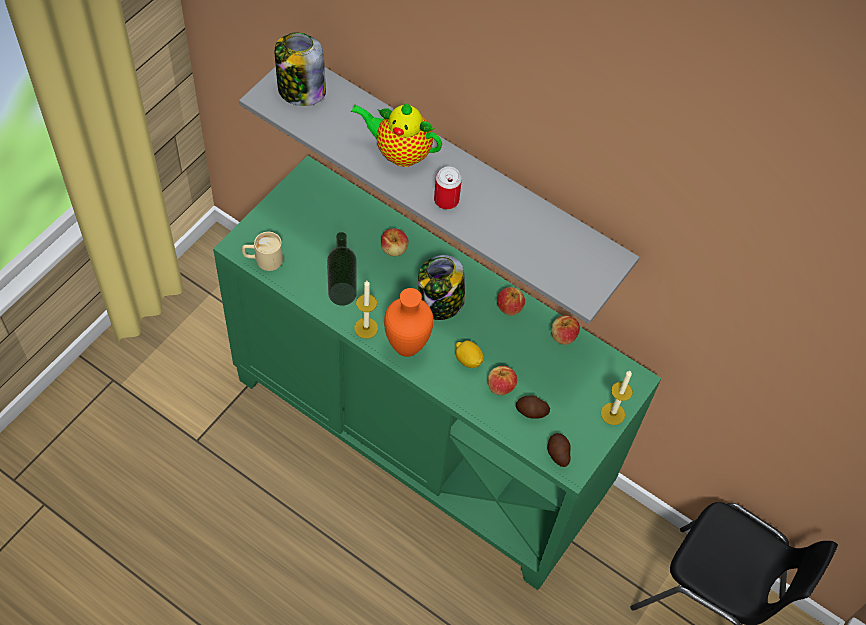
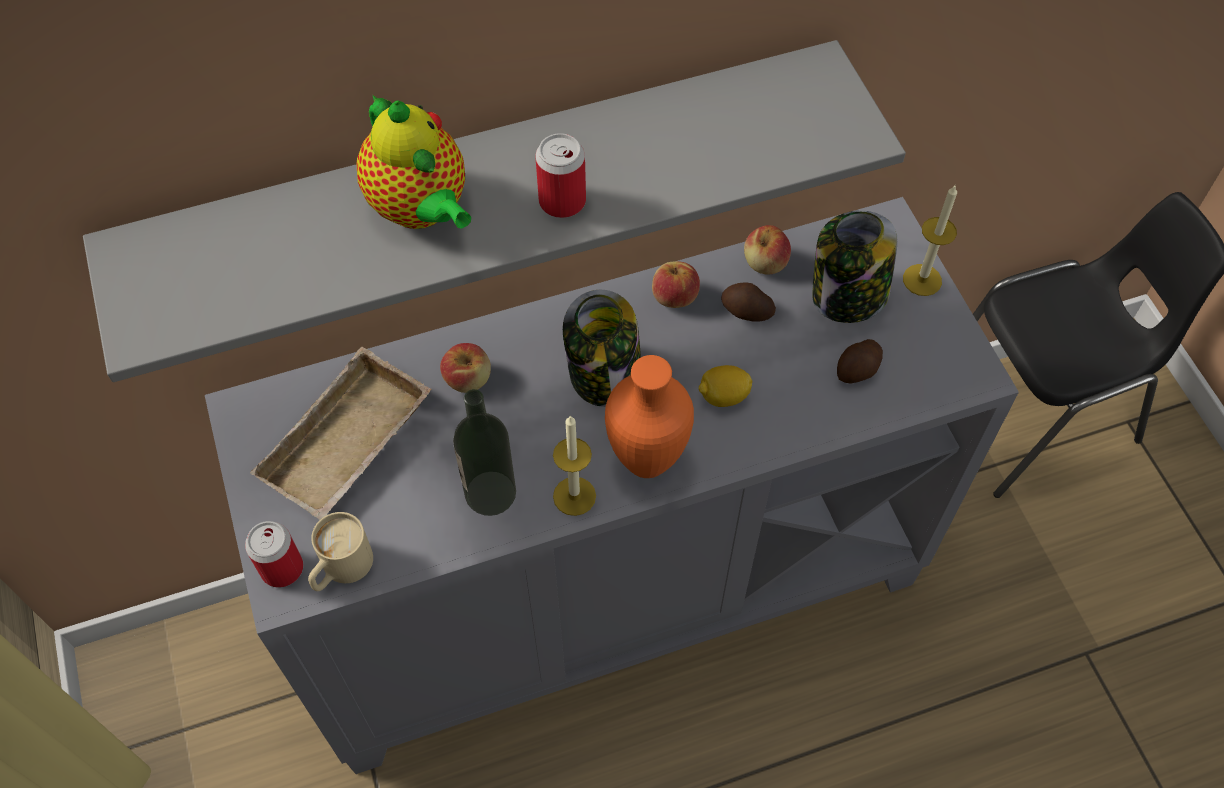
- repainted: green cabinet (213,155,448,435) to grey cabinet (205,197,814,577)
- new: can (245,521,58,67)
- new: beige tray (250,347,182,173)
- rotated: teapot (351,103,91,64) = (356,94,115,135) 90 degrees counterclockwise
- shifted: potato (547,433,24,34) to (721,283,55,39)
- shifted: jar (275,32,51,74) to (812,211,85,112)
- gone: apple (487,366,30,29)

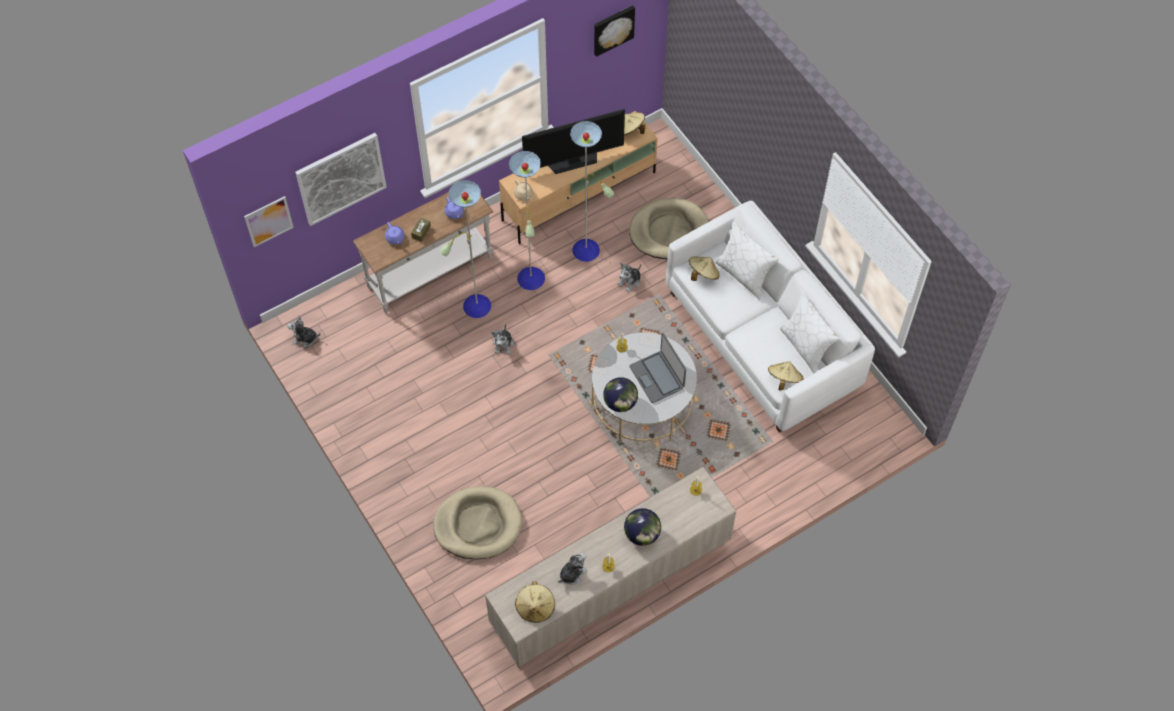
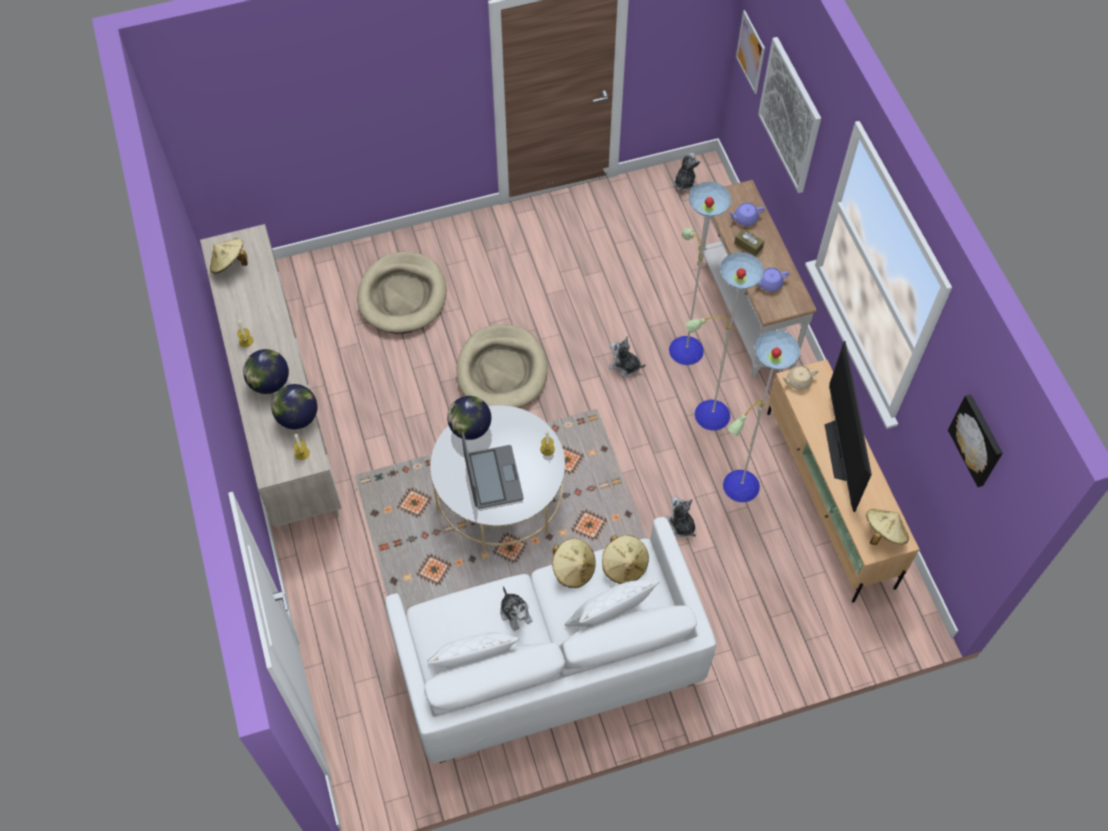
- new: globe (271,384,47,45)
- shifted: beige dog bed (629,198,80,61) to (456,325,92,83)
- rotated: laptop (629,333,57,70) = (461,431,63,78) 90 degrees clockwise
- shifted: plush toy (558,553,29,32) to (500,586,33,45)
- shifted: beige hat (768,361,35,30) to (552,538,44,50)

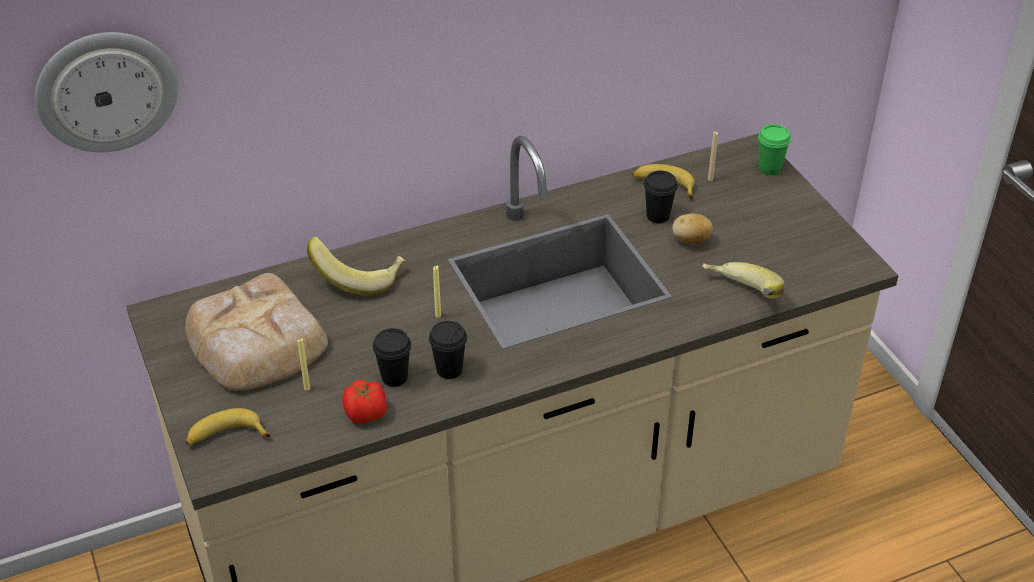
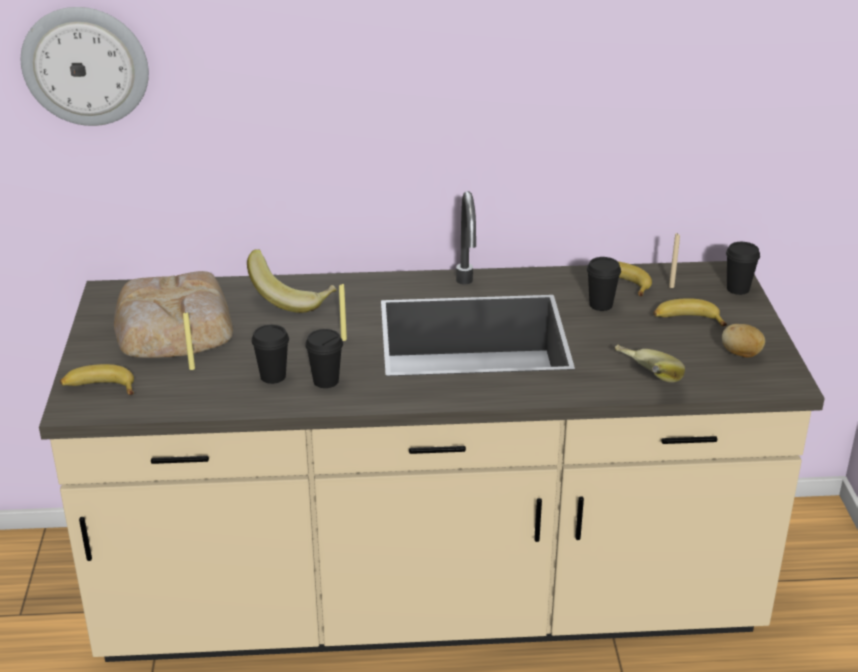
- new: banana (653,298,74,28)
- shifted: potato (672,213,41,31) to (722,324,43,33)
- repainted: green cup (758,124,33,51) to black cup (726,242,34,53)
- gone: tomato (342,379,45,44)

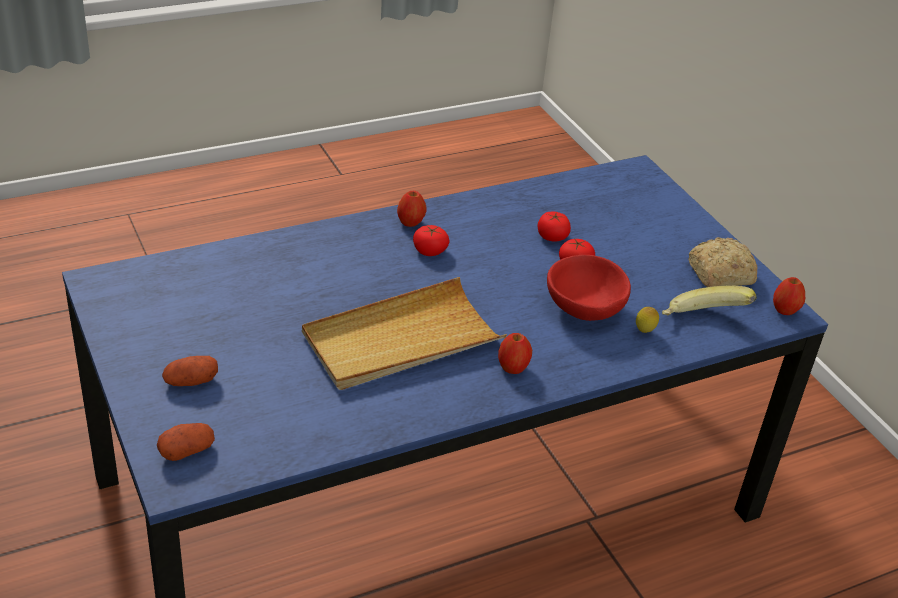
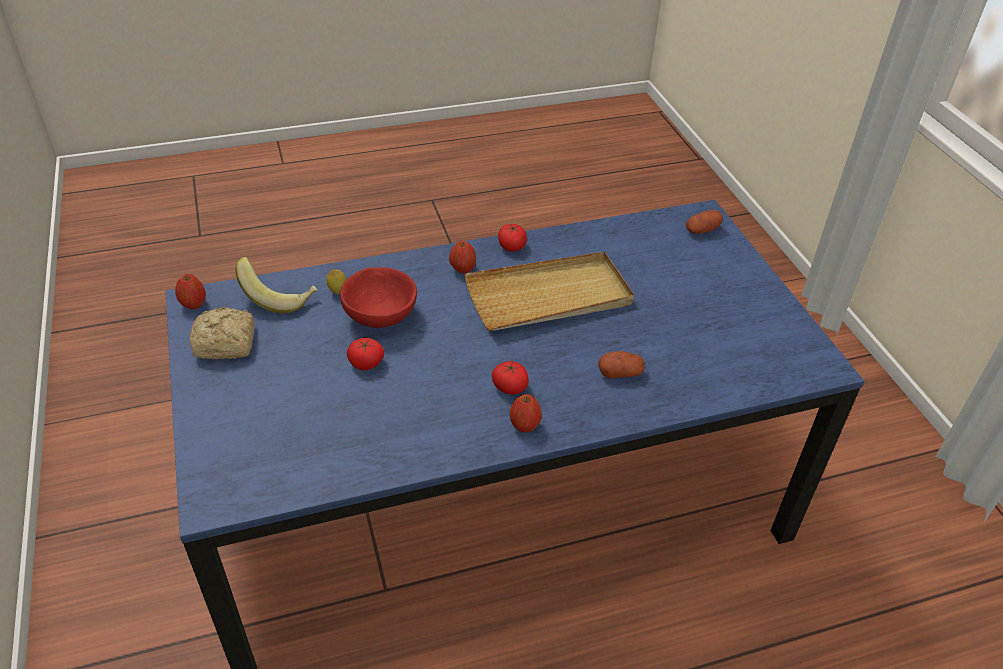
- shifted: tomato (538,211,33,30) to (498,224,29,28)
- shifted: potato (162,356,56,30) to (598,351,47,27)

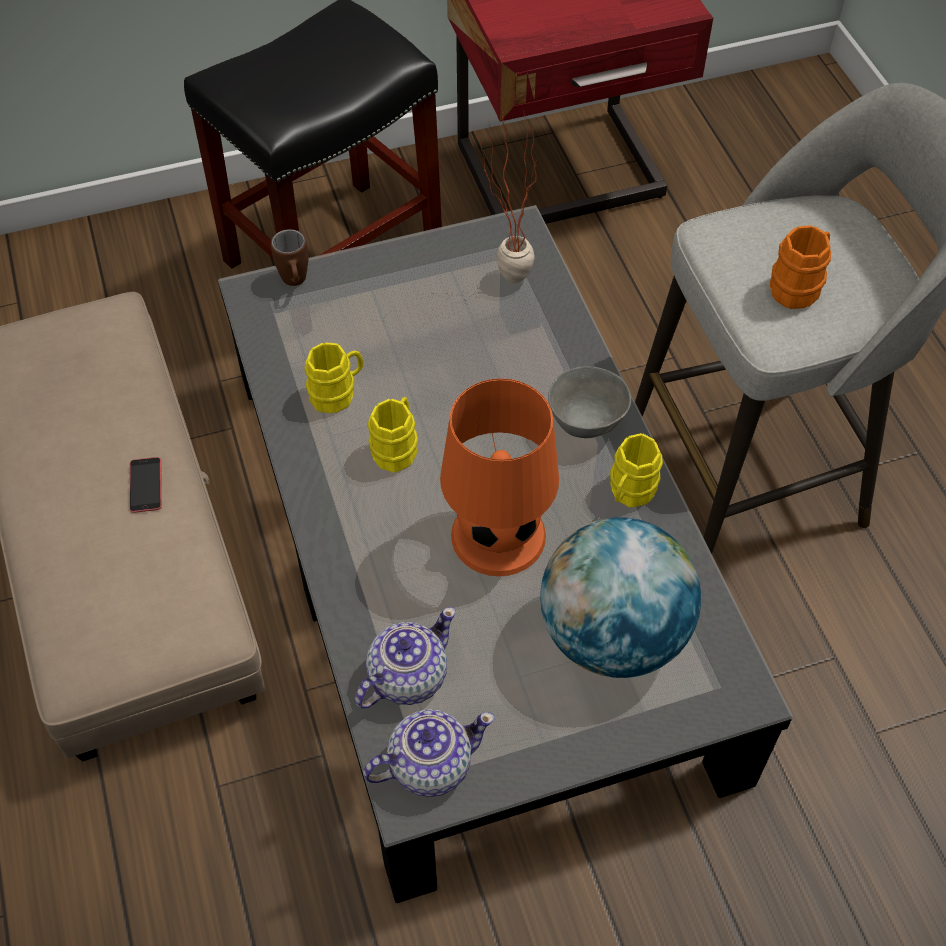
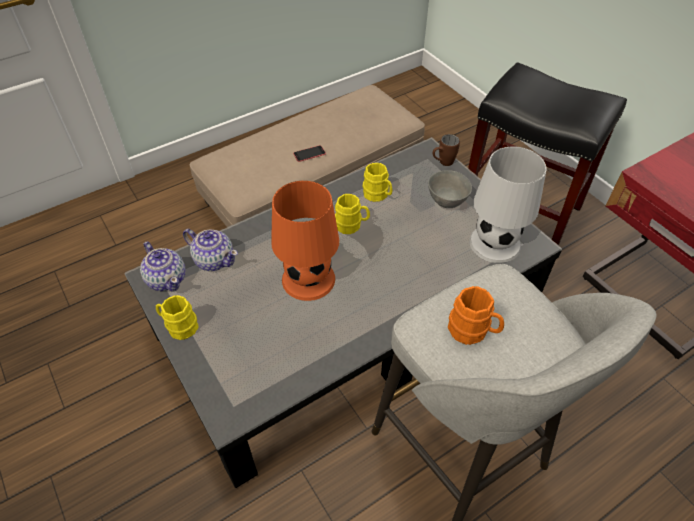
- shifted: yellow mug (610,433,53,75) to (156,295,43,45)
- shifted: grey bowl (548,366,83,72) to (428,170,44,38)
- swapped: potted plant (473,95,66,188) to white table lamp (469,146,77,117)
- gone: globe (540,517,161,161)

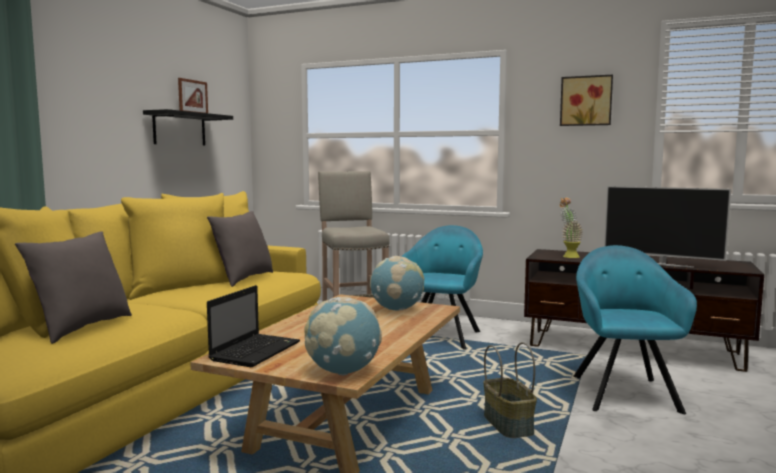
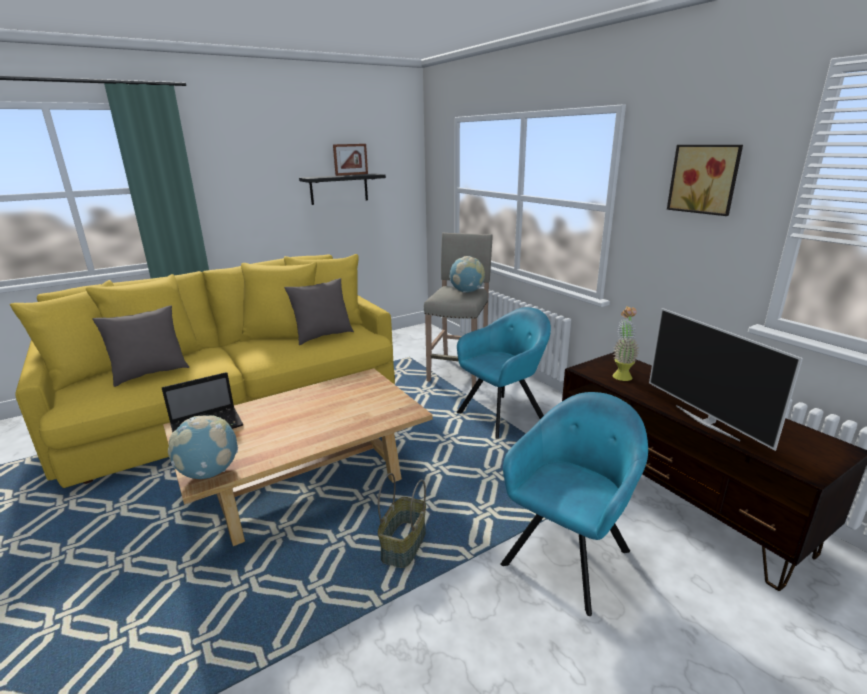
- shifted: globe (370,256,54,54) to (449,256,36,37)

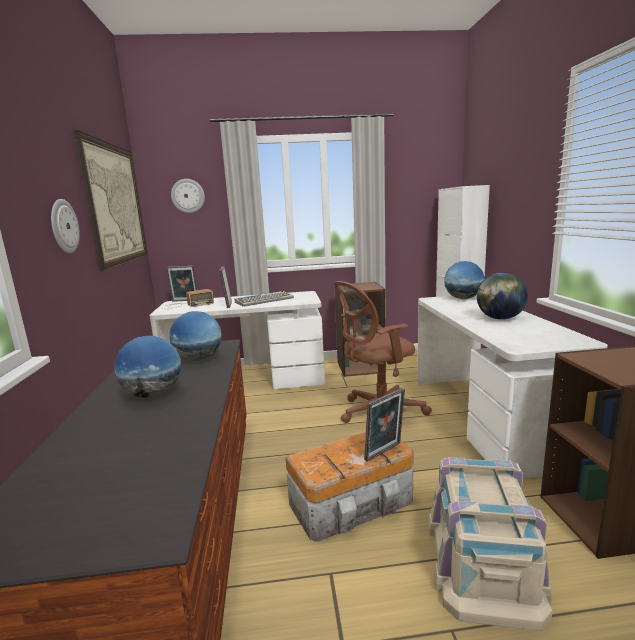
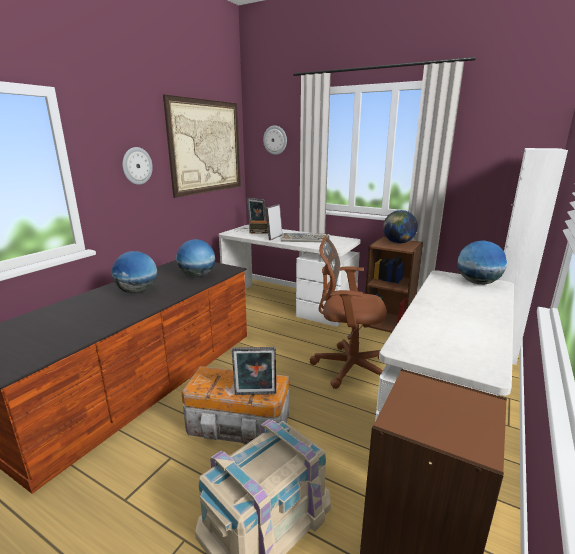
- shifted: globe (477,273,51,47) to (383,210,35,34)

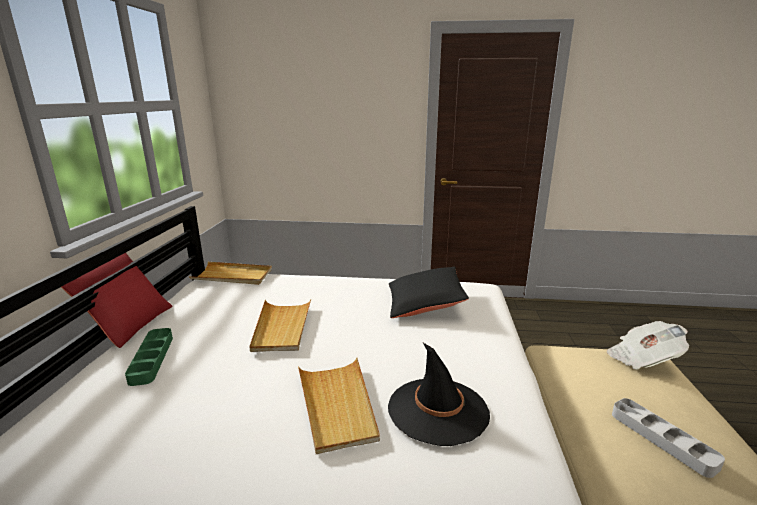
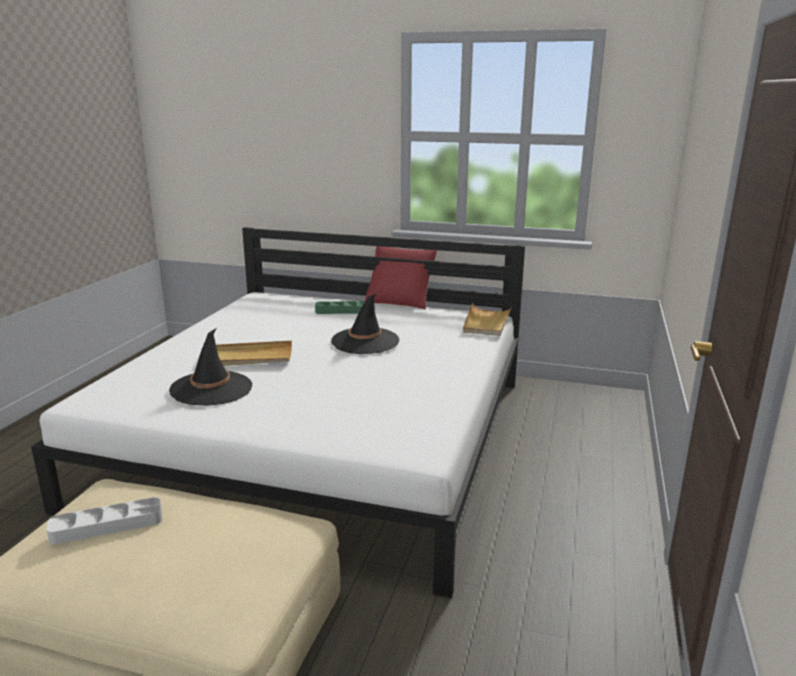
- swapped: beige tray (249,300,62,52) to black hat (331,294,68,60)
- gone: black pillow (389,267,80,51)
- gone: newspaper (607,321,82,49)

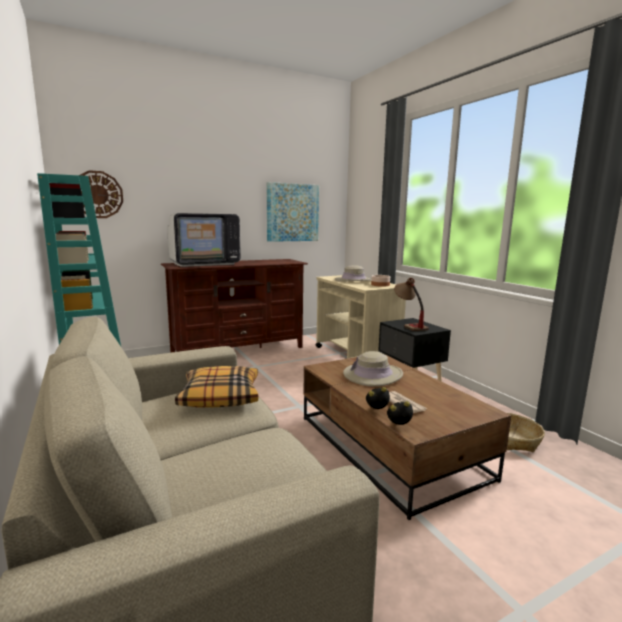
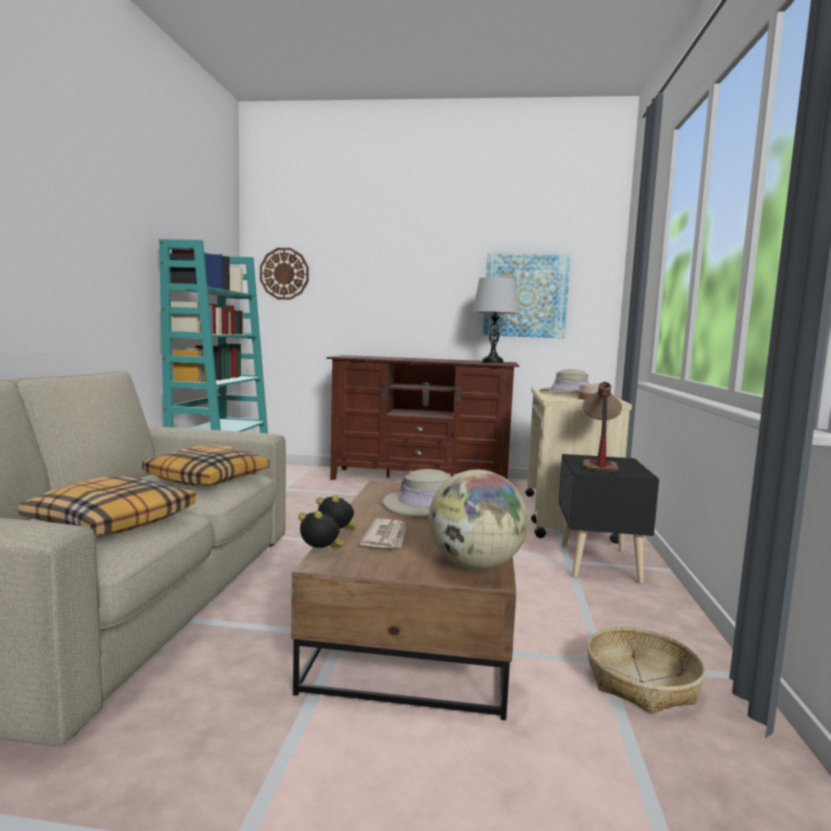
- new: pillow (18,476,178,59)
- new: globe (429,470,99,100)
- new: grey table lamp (472,277,46,86)
- gone: television (167,213,74,54)

